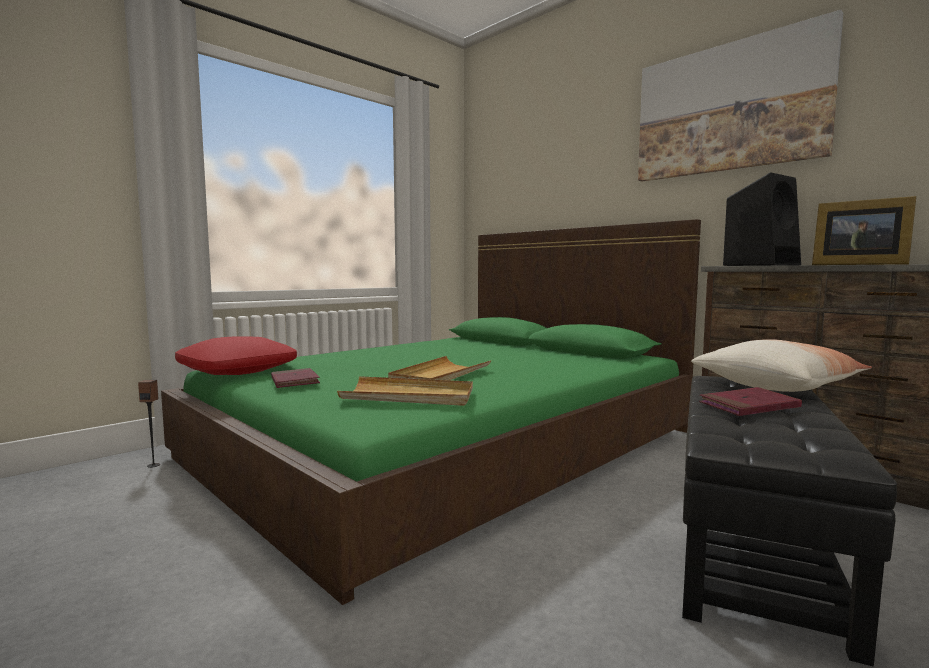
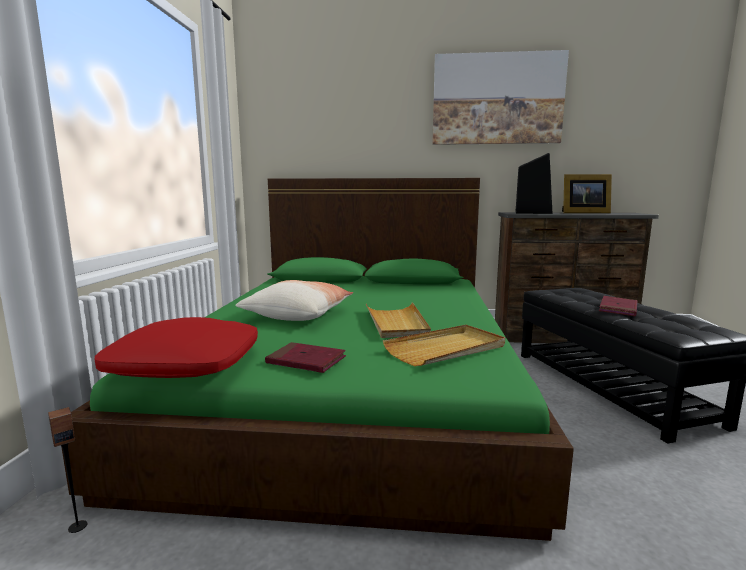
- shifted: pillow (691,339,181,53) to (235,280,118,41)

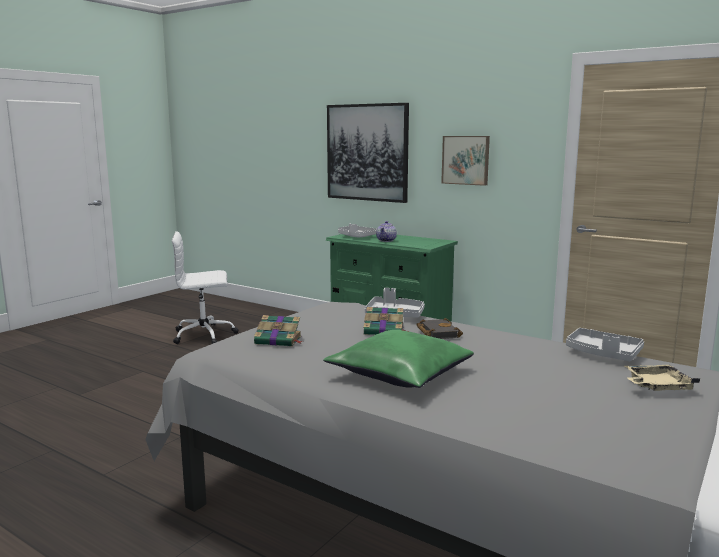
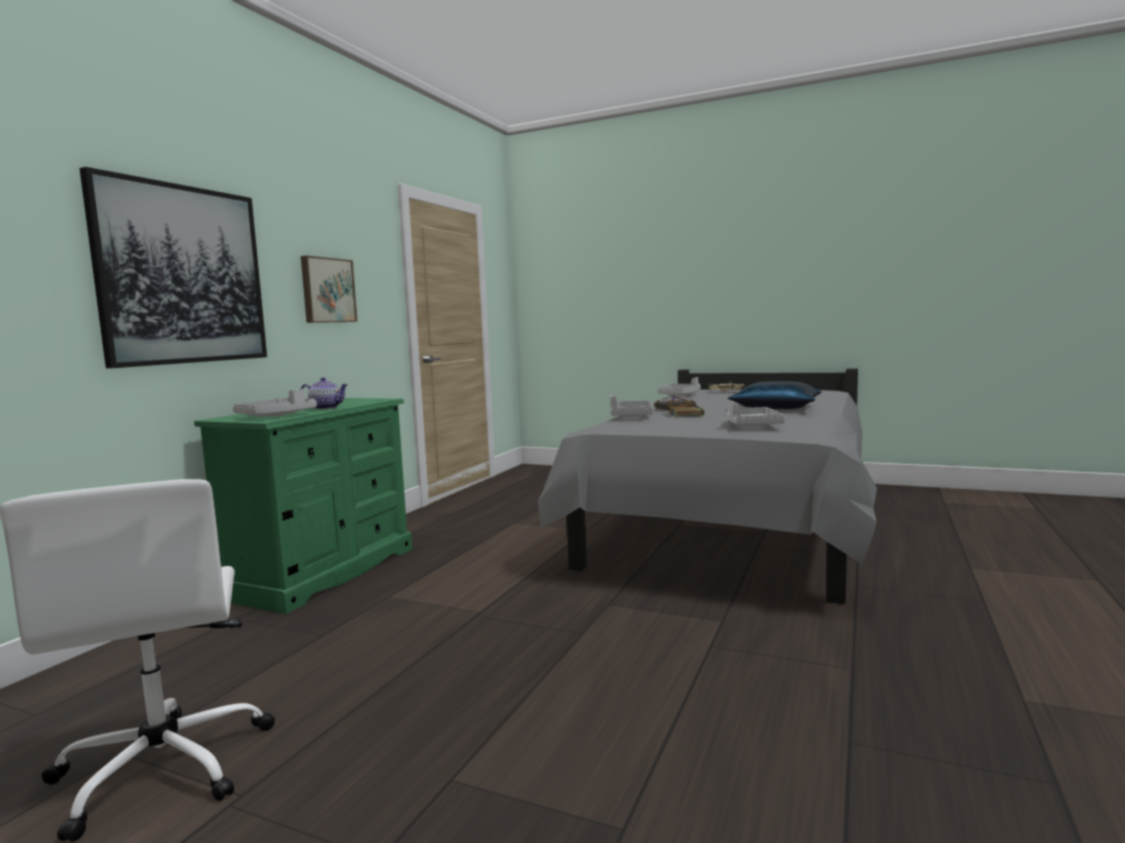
- repainted: green pillow (323,330,151,58) to blue pillow (728,381,94,28)
- swapped: book (254,315,49,32) to grey tray (728,402,57,25)

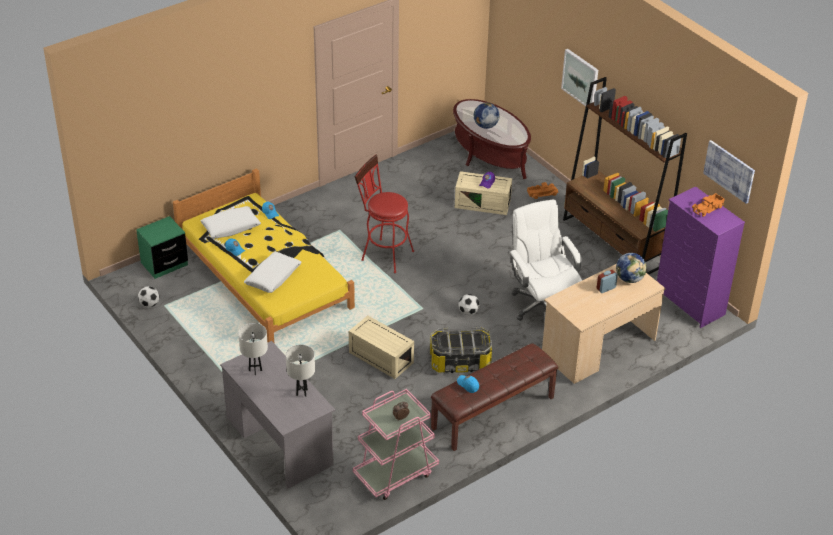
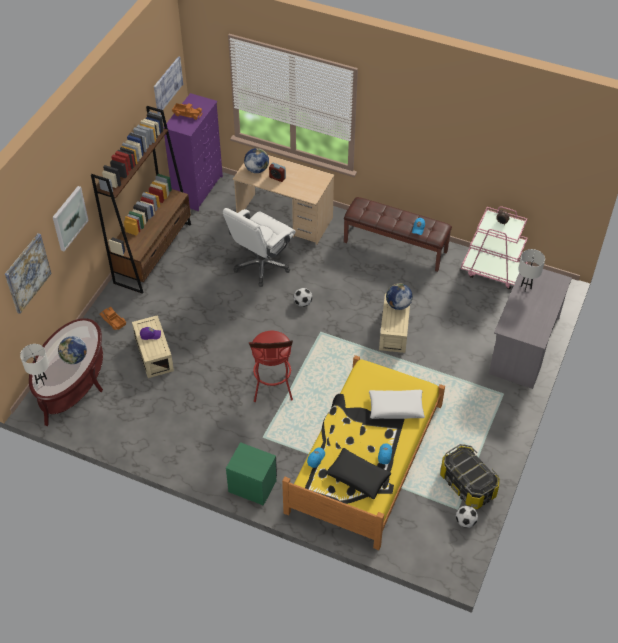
- new: picture (5,233,47,81)
- shifted: white table lamp (238,323,30,53) to (20,344,29,41)
- shifted: green nightstand (136,216,52,63) to (226,442,51,64)
- repainted: white pillow (200,206,61,32) to black pillow (326,448,65,51)
- new: globe (386,283,27,27)
- shifted: storage box (430,327,62,46) to (440,444,60,65)

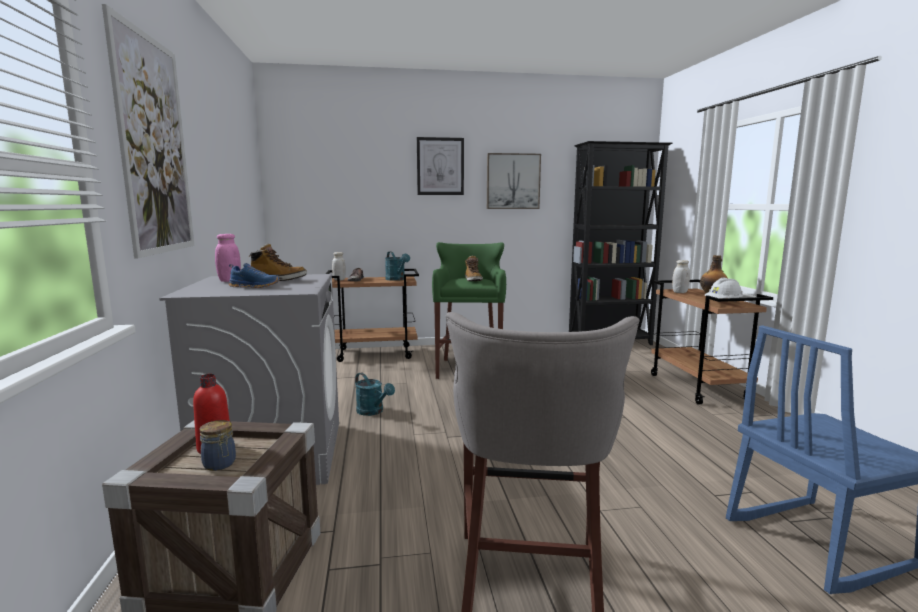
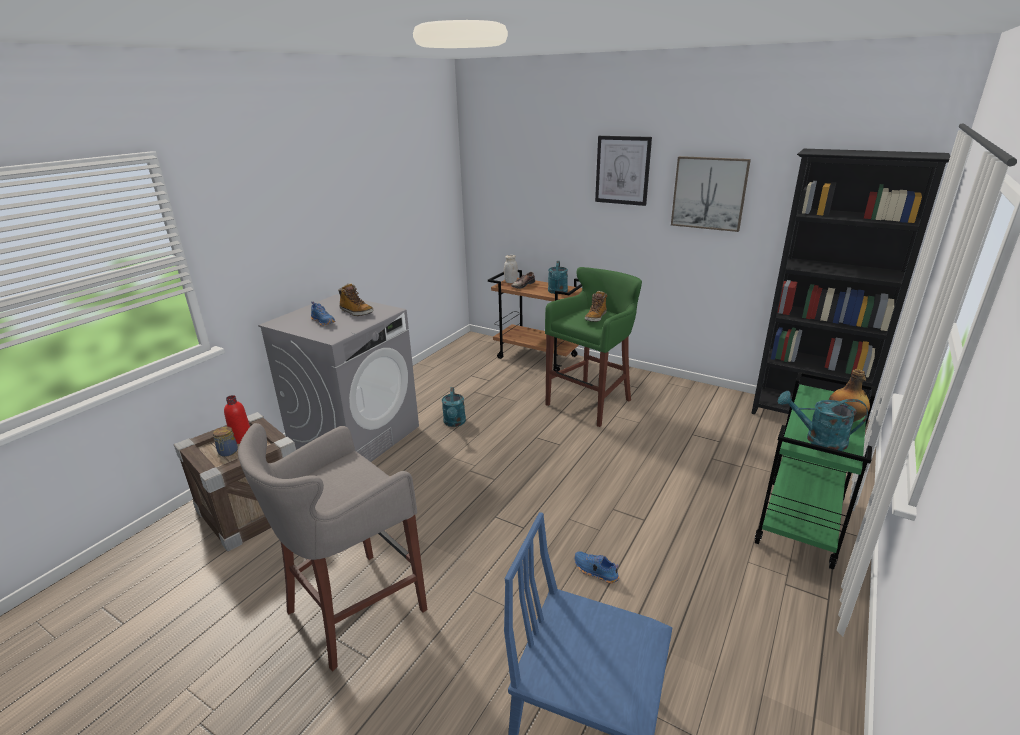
- new: blue shoe (574,551,45,32)
- repainted: brown cart (651,280,122,124) to green cart (755,372,120,198)
- swapped: white hard hat (705,278,38,24) to turquoise watering can (778,391,90,60)
- gone: picture (102,4,92,254)
- gone: pink jar (215,234,26,48)
- gone: white jar (672,260,18,33)

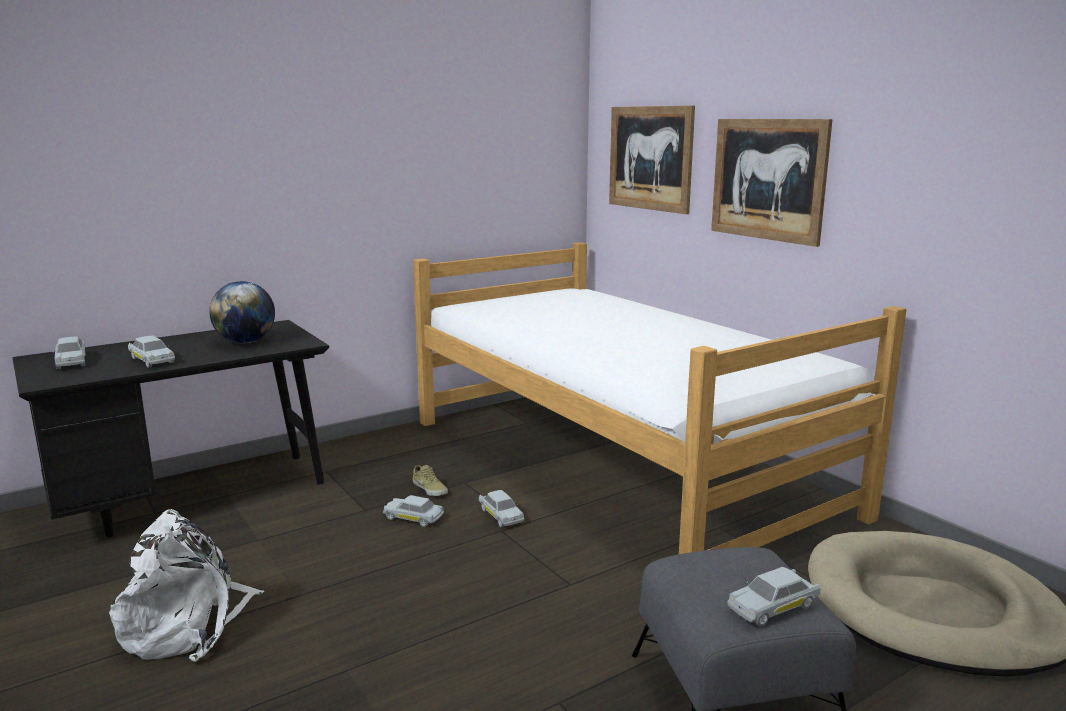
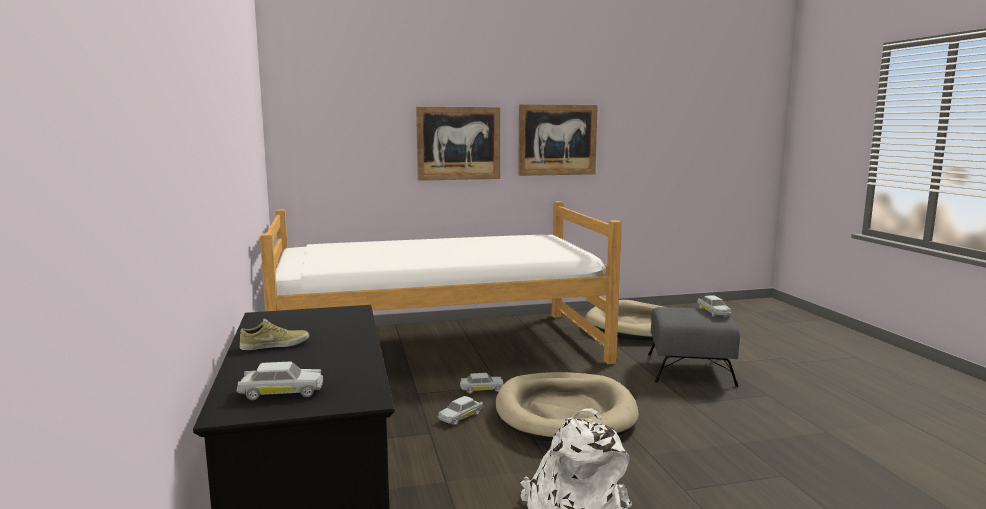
- shifted: beige shoe (413,465,35,31) to (240,318,69,32)
- new: beige dog bed (496,372,143,69)
- shifted: picture (609,106,86,108) to (518,104,80,72)
- gone: white toy car (128,336,47,32)
- gone: globe (209,281,66,62)

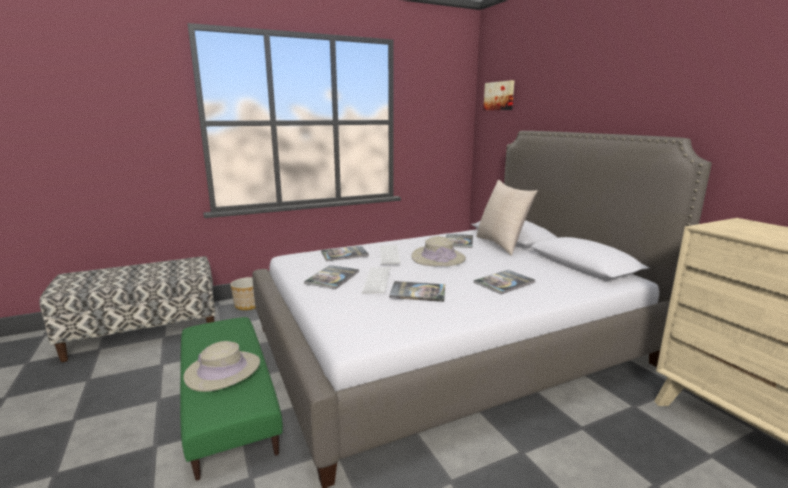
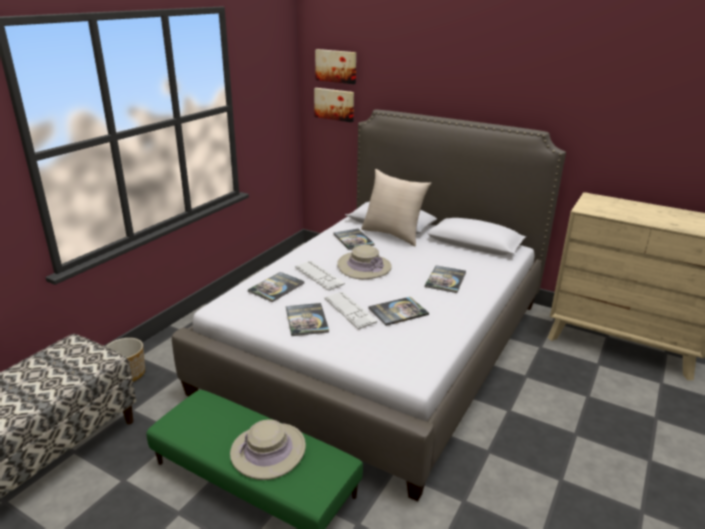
- new: picture (314,88,40,34)

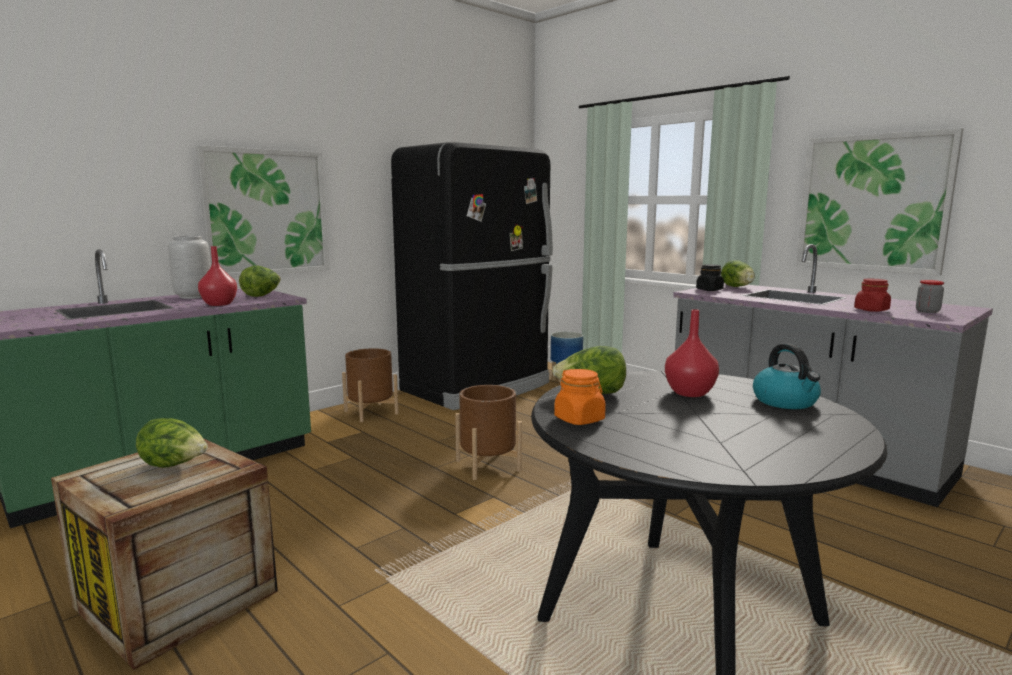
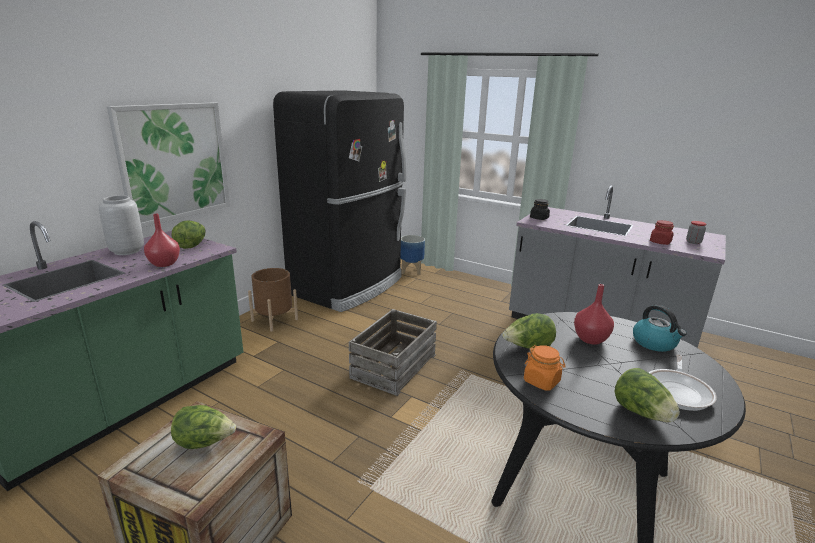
- swapped: brown planter (455,385,67,95) to crate (349,309,88,87)
- shifted: lettuce (721,260,34,27) to (615,368,65,54)
- new: frying pan (648,354,69,57)
- gone: picture (796,128,168,148)

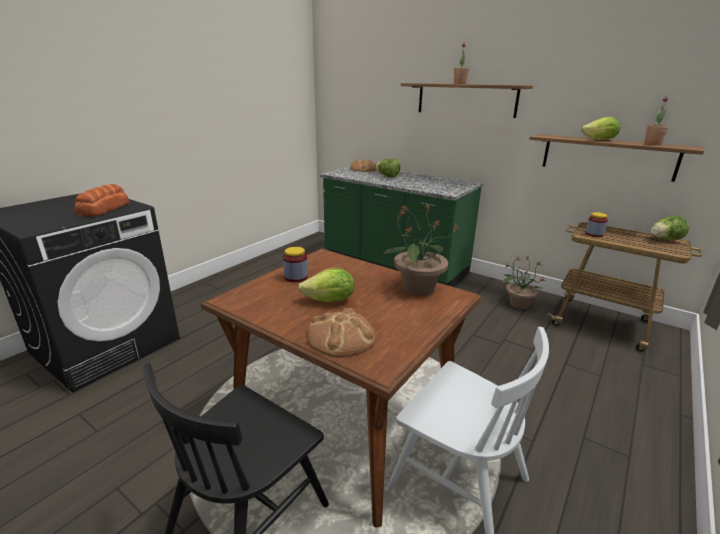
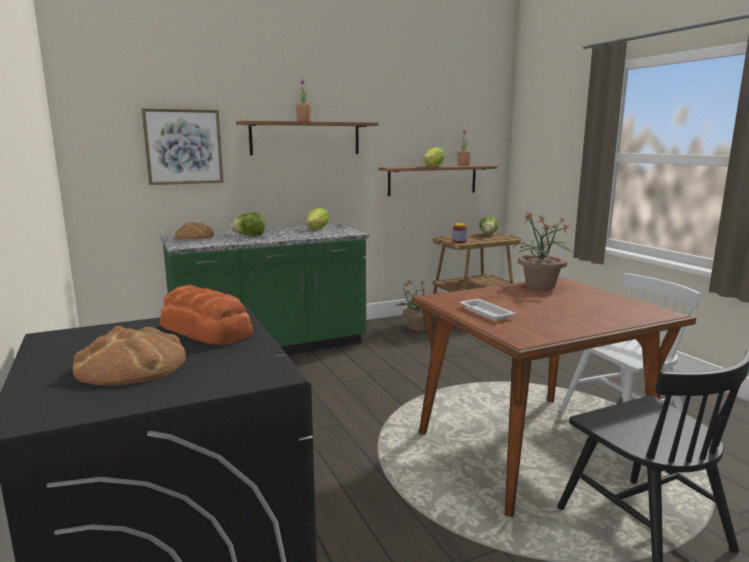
- shifted: bread (307,308,69,50) to (72,326,114,59)
- new: picture (142,108,82,77)
- shifted: lettuce (298,268,56,34) to (306,208,23,21)
- swapped: jar (283,247,25,35) to white tray (460,299,56,22)

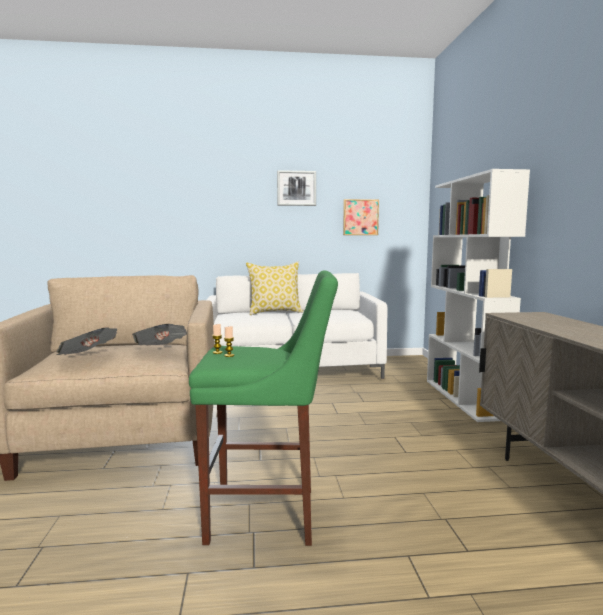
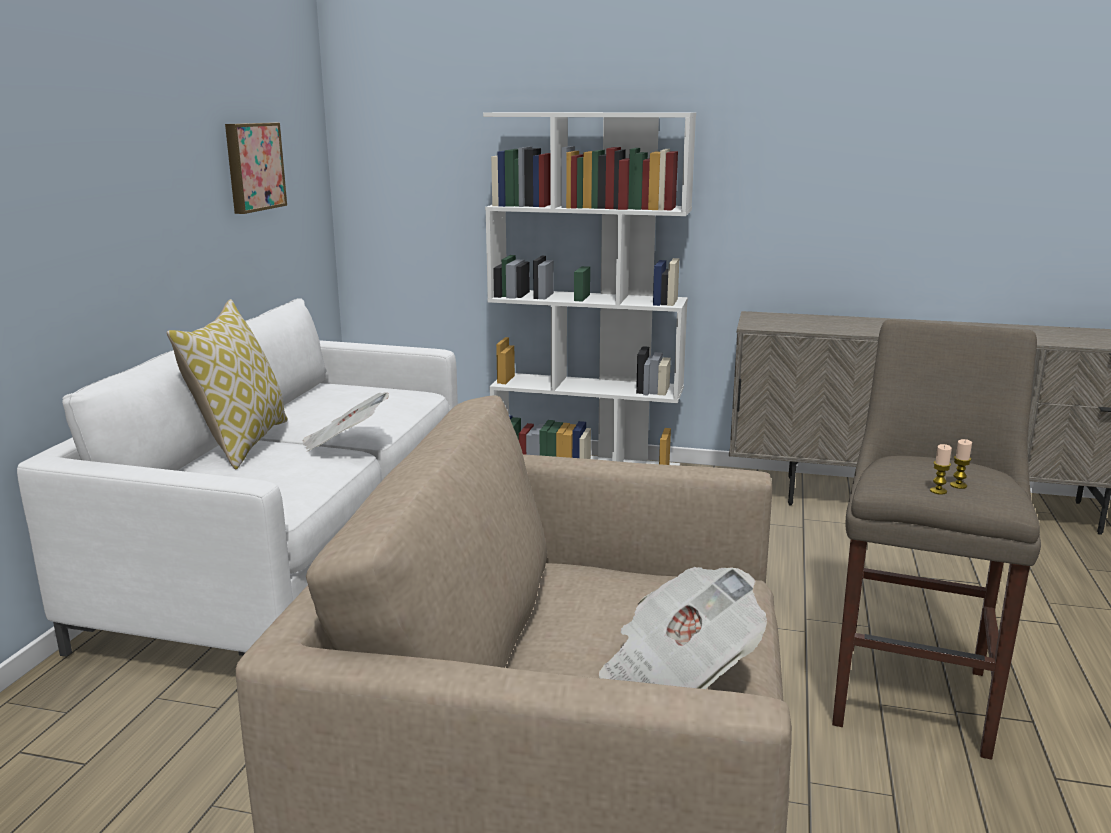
- shifted: newspaper (132,324,55,21) to (302,392,87,59)
- repainted: green stool (189,271,149,275) to beige stool (832,320,209,440)
- gone: picture (277,170,39,36)

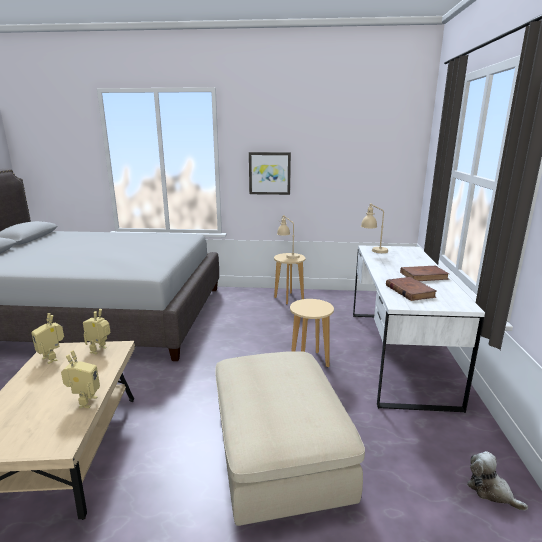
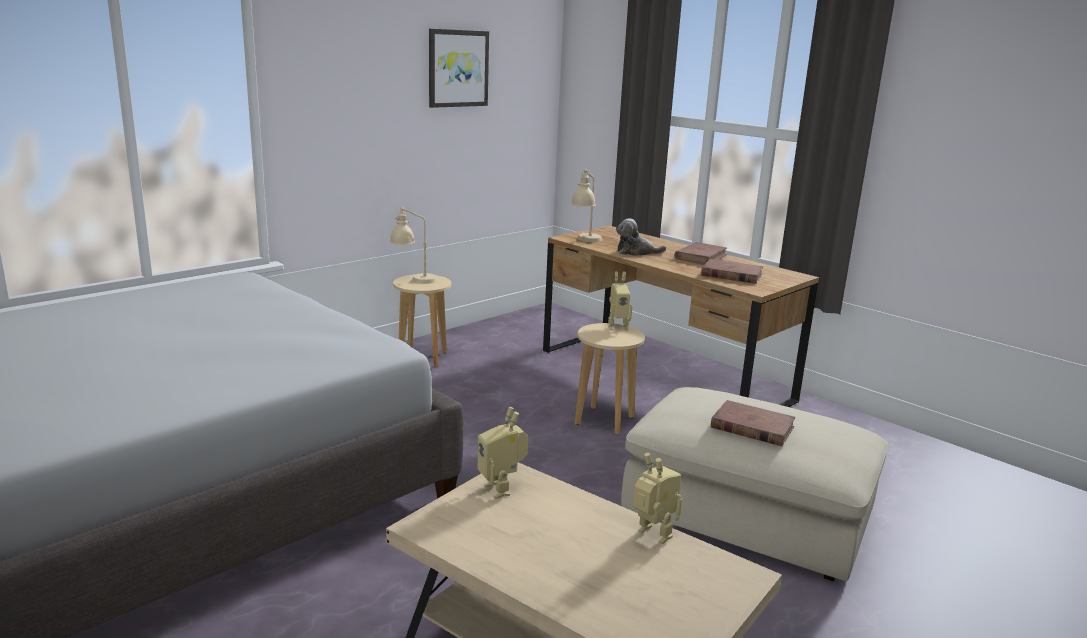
- shifted: picture (249,152,42,43) to (429,29,60,79)
- repainted: white desk (353,245,132,168) to brown desk (543,226,276,181)
- shifted: toy robot (31,313,33,51) to (608,272,24,58)
- shifted: plush toy (467,451,61,59) to (616,218,50,38)
- new: brown book (711,400,85,46)

